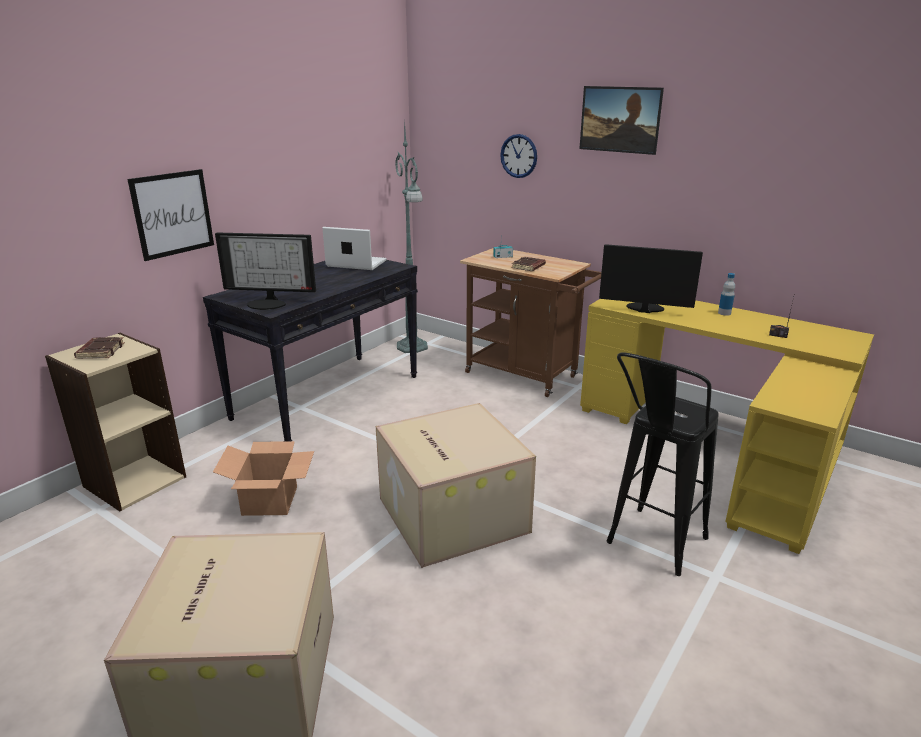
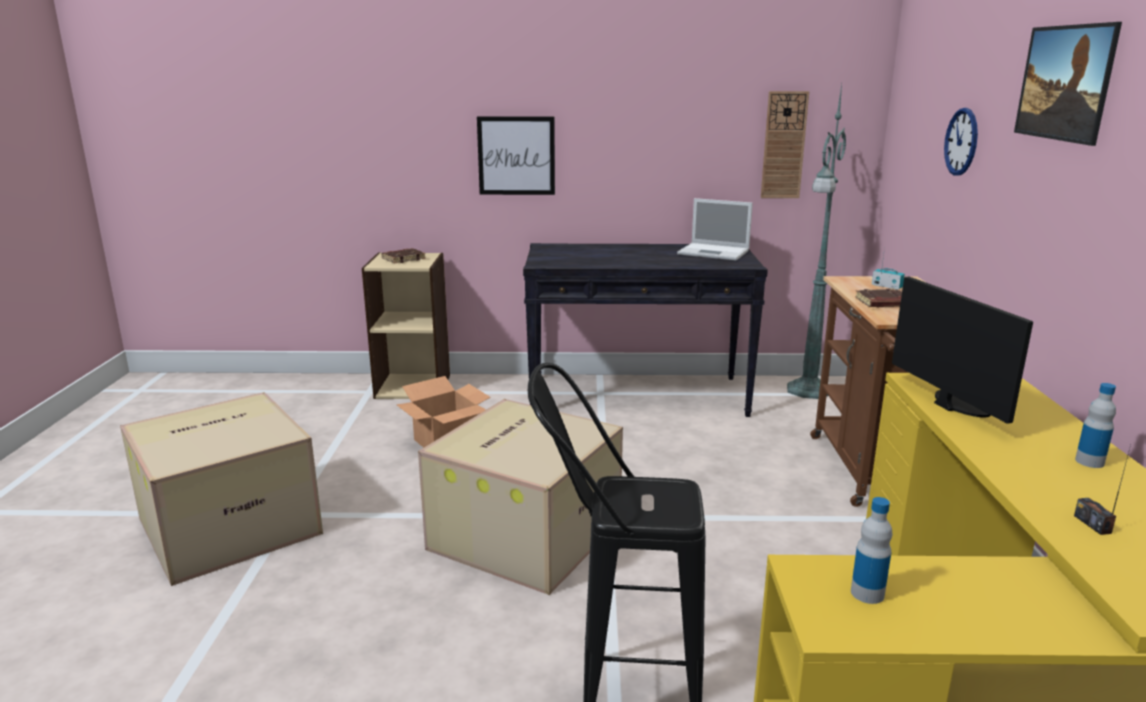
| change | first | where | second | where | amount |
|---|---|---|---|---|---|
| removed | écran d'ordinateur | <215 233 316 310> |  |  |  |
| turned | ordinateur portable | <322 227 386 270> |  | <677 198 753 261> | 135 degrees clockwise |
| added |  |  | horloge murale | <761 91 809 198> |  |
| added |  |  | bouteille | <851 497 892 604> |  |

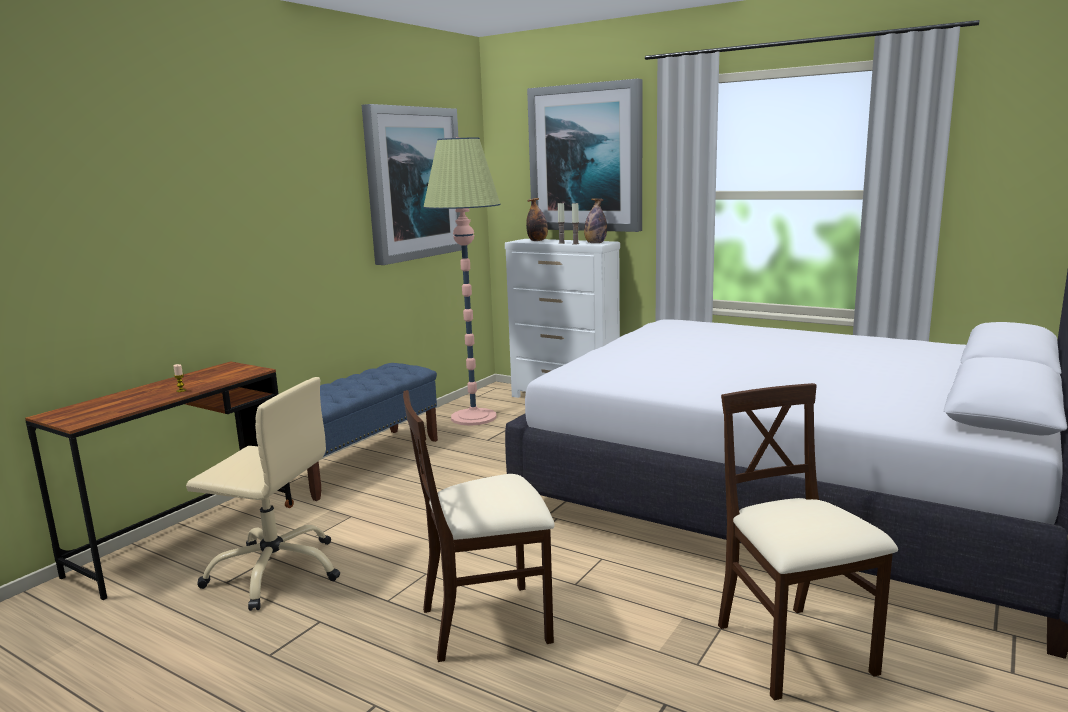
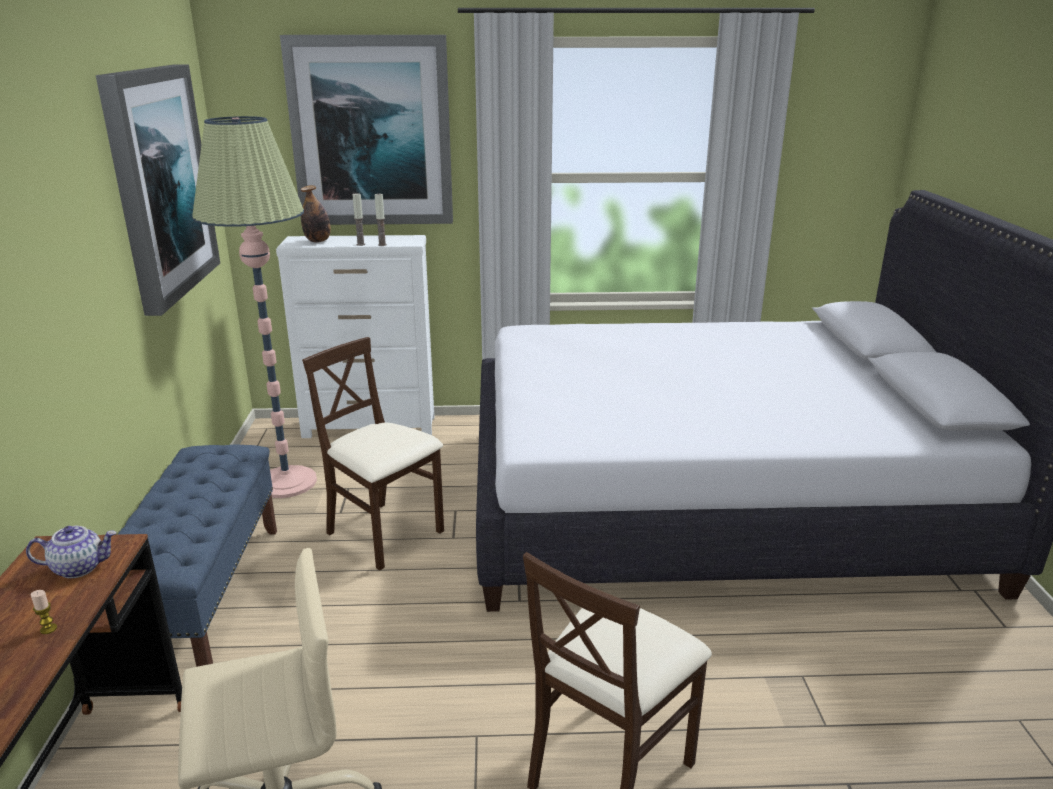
| change | first | where | second | where | amount |
|---|---|---|---|---|---|
| removed | bouteille | <584 198 607 243> |  |  |  |
| moved | chaise/beige | <718 383 898 701> |  | <302 337 444 570> |  |
| added |  |  | théière | <26 526 117 578> |  |

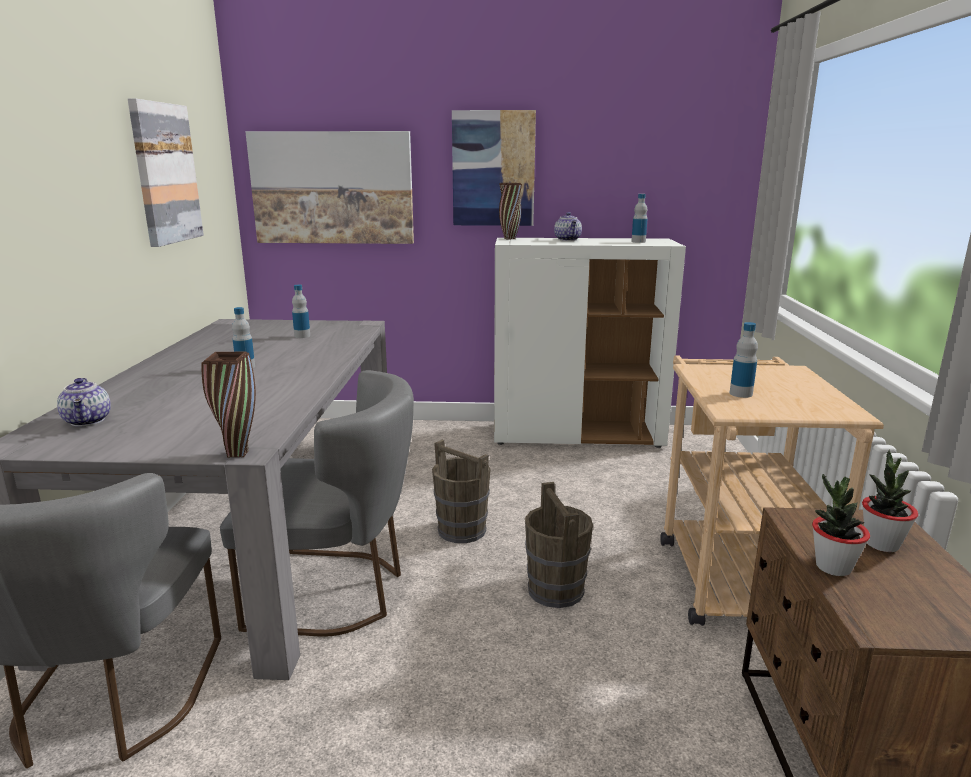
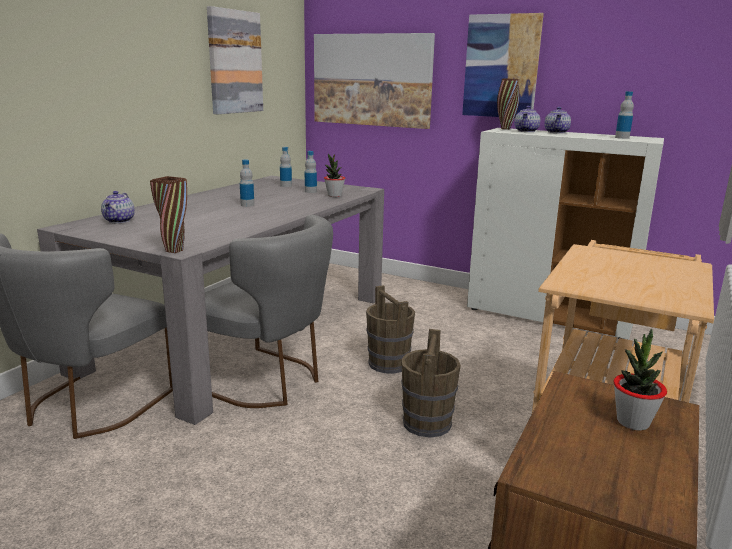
| change | first | where | second | where | amount |
|---|---|---|---|---|---|
| moved | bouteille | <730 322 758 398> |  | <280 147 292 187> |  |
| moved | plante en pot | <812 474 870 576> |  | <324 153 345 197> |  |
| added |  |  | théière | <514 106 540 132> |  |

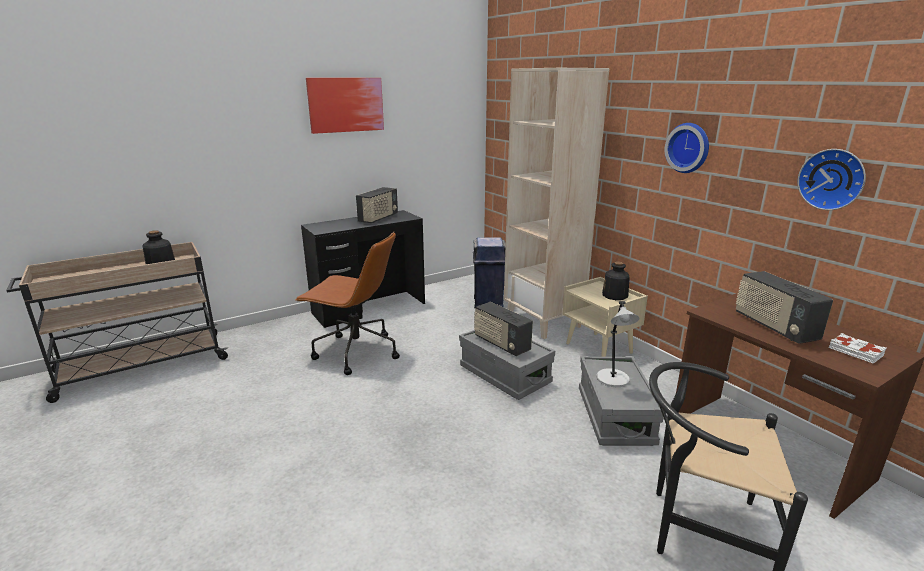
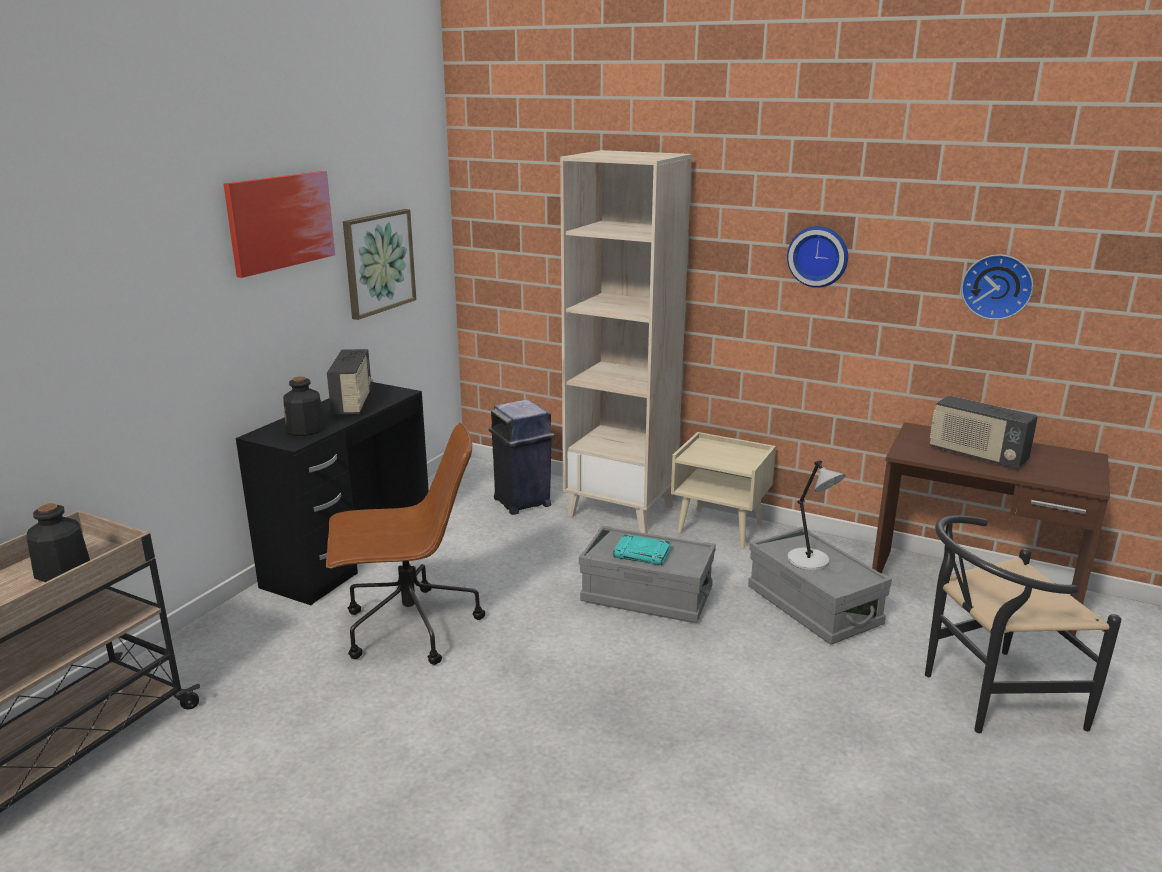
| change | first | where | second | where | amount |
|---|---|---|---|---|---|
| replaced | radio | <474 302 533 356> | livre/turquoise | <613 534 671 565> |  |
| moved | bouteille | <602 261 630 300> |  | <283 376 325 436> |  |
| removed | livre/blanc | <829 333 886 364> |  |  |  |
| added |  |  | tableau | <343 209 416 320> |  |

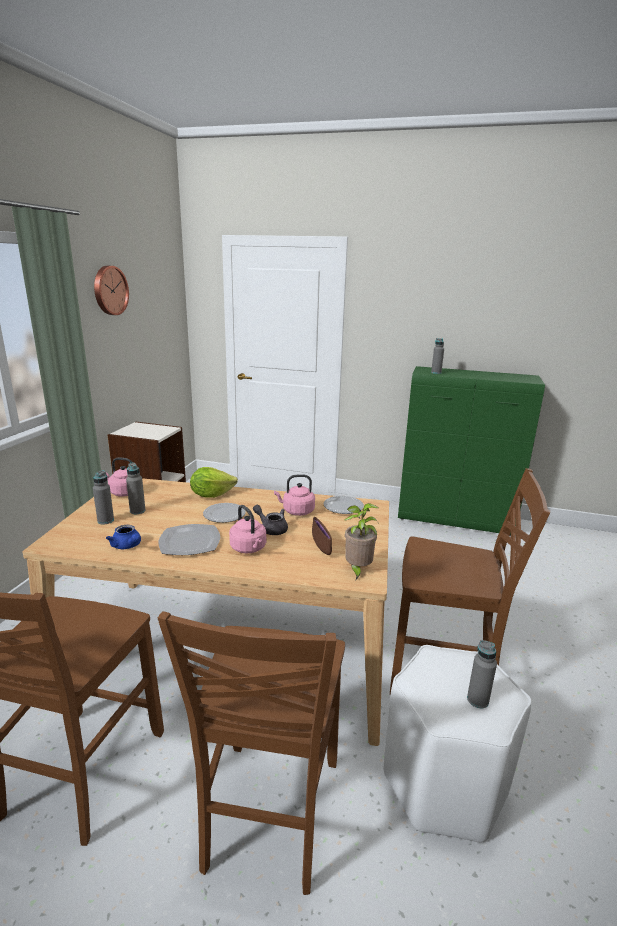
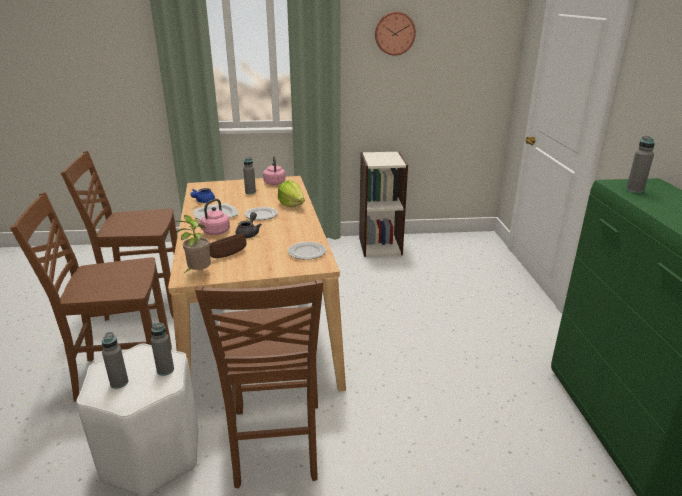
| change | first | where | second | where | amount |
|---|---|---|---|---|---|
| moved | bouteille/gris | <93 471 114 525> |  | <151 323 174 376> |  |
| removed | bouilloire/rose | <274 474 315 516> |  |  |  |

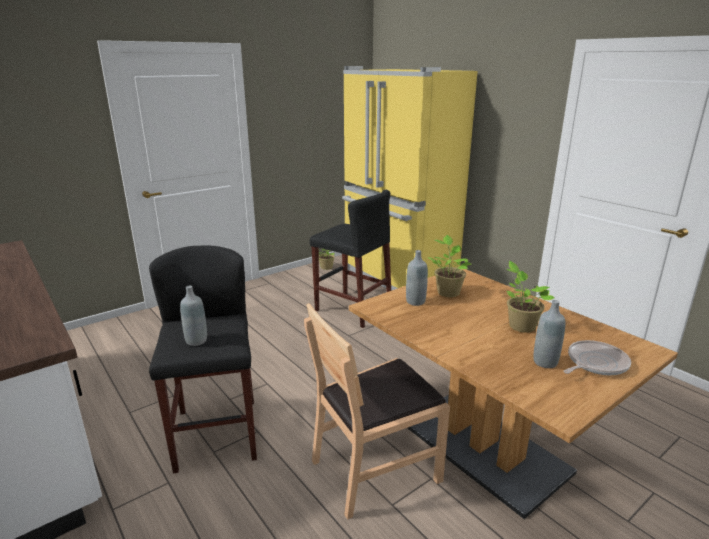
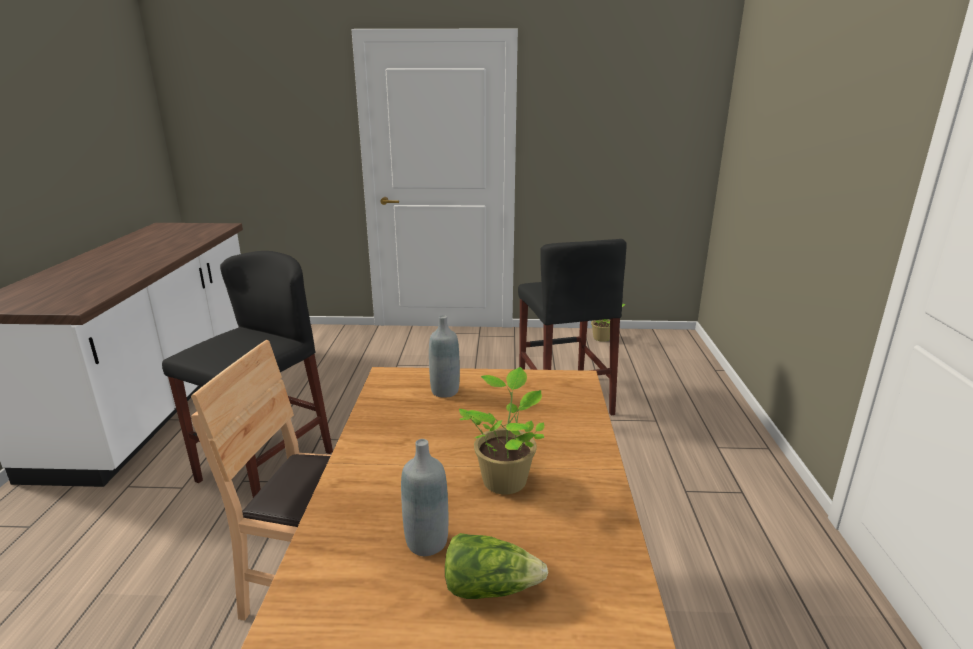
| change | first | where | second | where | amount |
|---|---|---|---|---|---|
| removed | bouteille/gris | <180 286 207 346> |  |  |  |
| removed | réfrigérateur/jaune | <342 66 478 291> |  |  |  |
| removed | plante en pot | <428 235 472 297> |  |  |  |
| replaced | poêle | <564 340 631 375> | laitue | <445 533 548 599> |  |

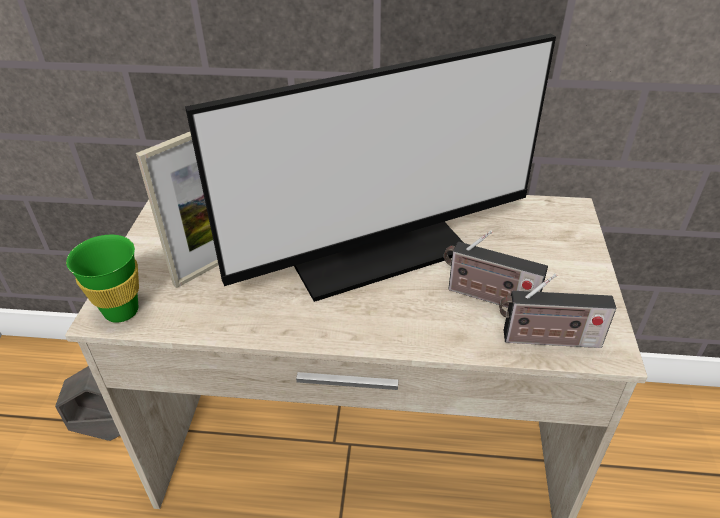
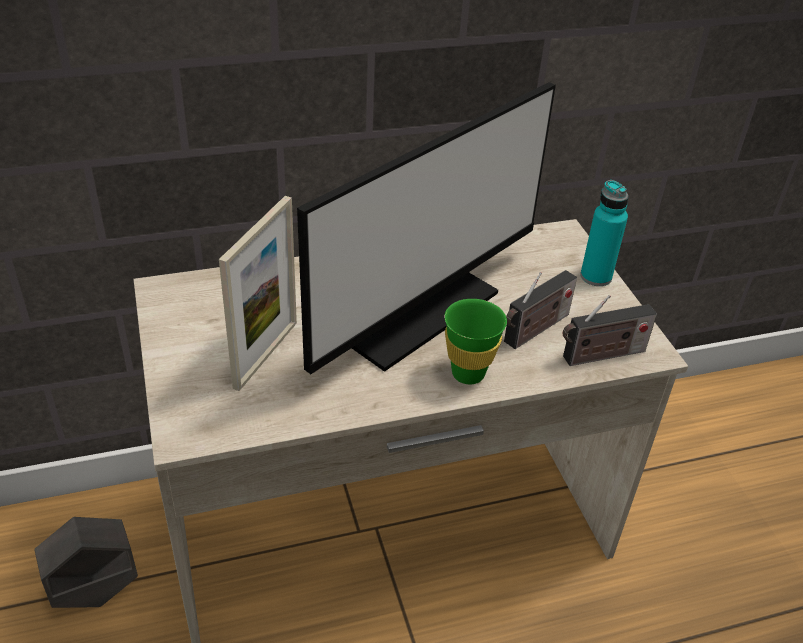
| change | first | where | second | where | amount |
|---|---|---|---|---|---|
| moved | tasse/vert | <66 235 139 323> |  | <445 299 507 384> |  |
| turned | radio | <444 230 548 308> |  | <504 270 577 349> | 45 degrees counterclockwise |
| added |  |  | bouteille/turquoise | <580 180 628 286> |  |

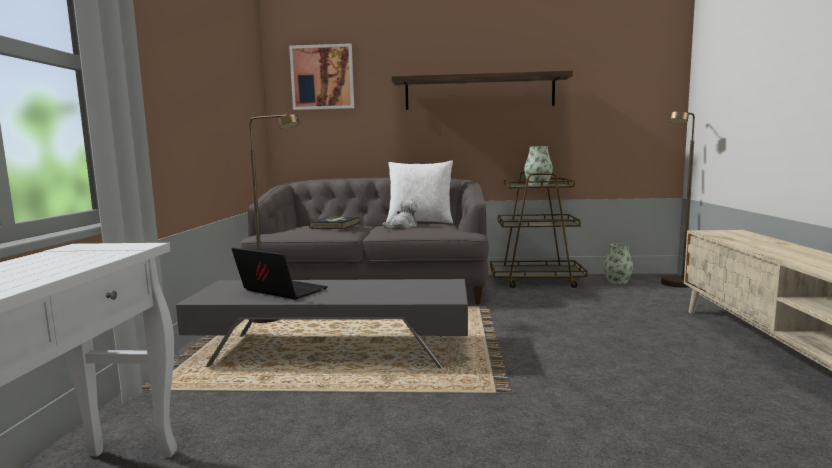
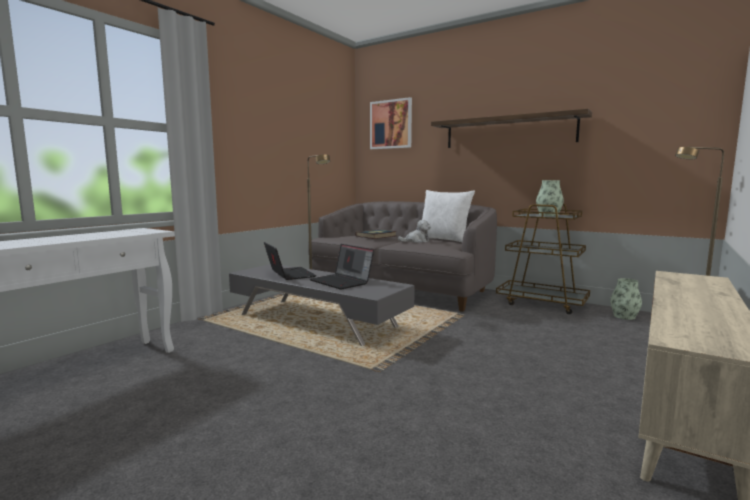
| change | first | where | second | where | amount |
|---|---|---|---|---|---|
| added |  |  | ordinateur portable | <310 244 374 290> |  |

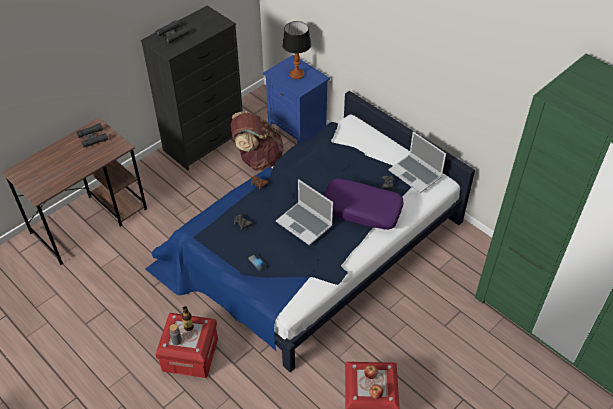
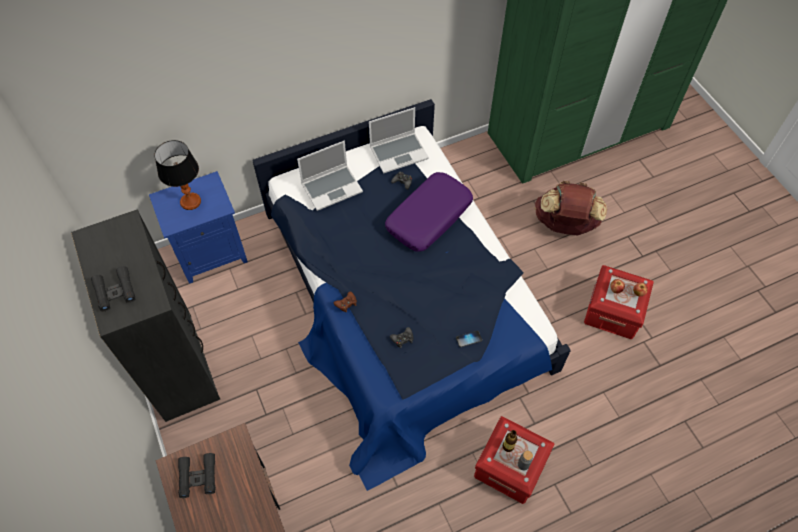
| change | first | where | second | where | amount |
|---|---|---|---|---|---|
| moved | sac à dos/marron | <231 111 284 171> |  | <534 181 607 235> |  |
| moved | ordinateur portable | <276 179 333 245> |  | <297 141 363 211> |  |

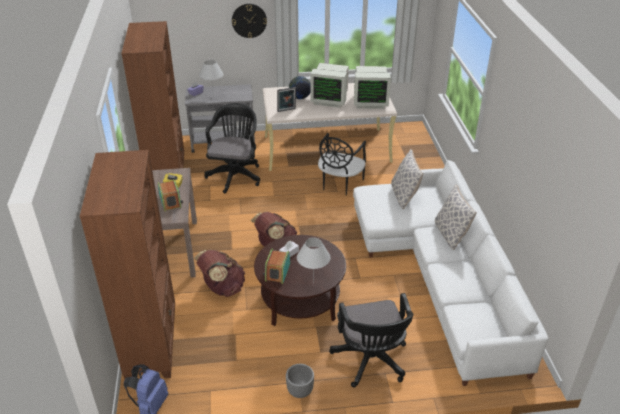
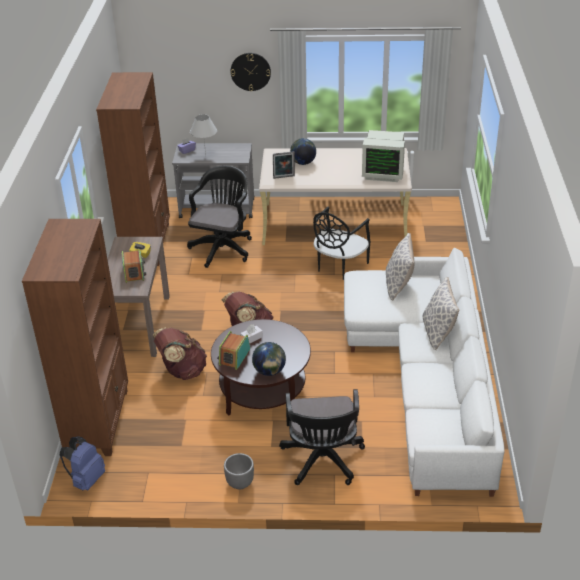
| change | first | where | second | where | amount |
|---|---|---|---|---|---|
| replaced | lampe de table/blanc | <297 238 330 283> | globe | <252 342 286 376> |  |
| removed | écran d'ordinateur | <310 63 349 108> |  |  |  |

